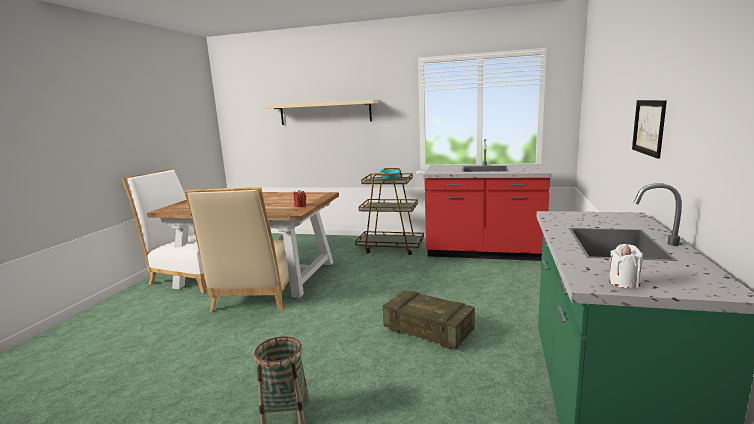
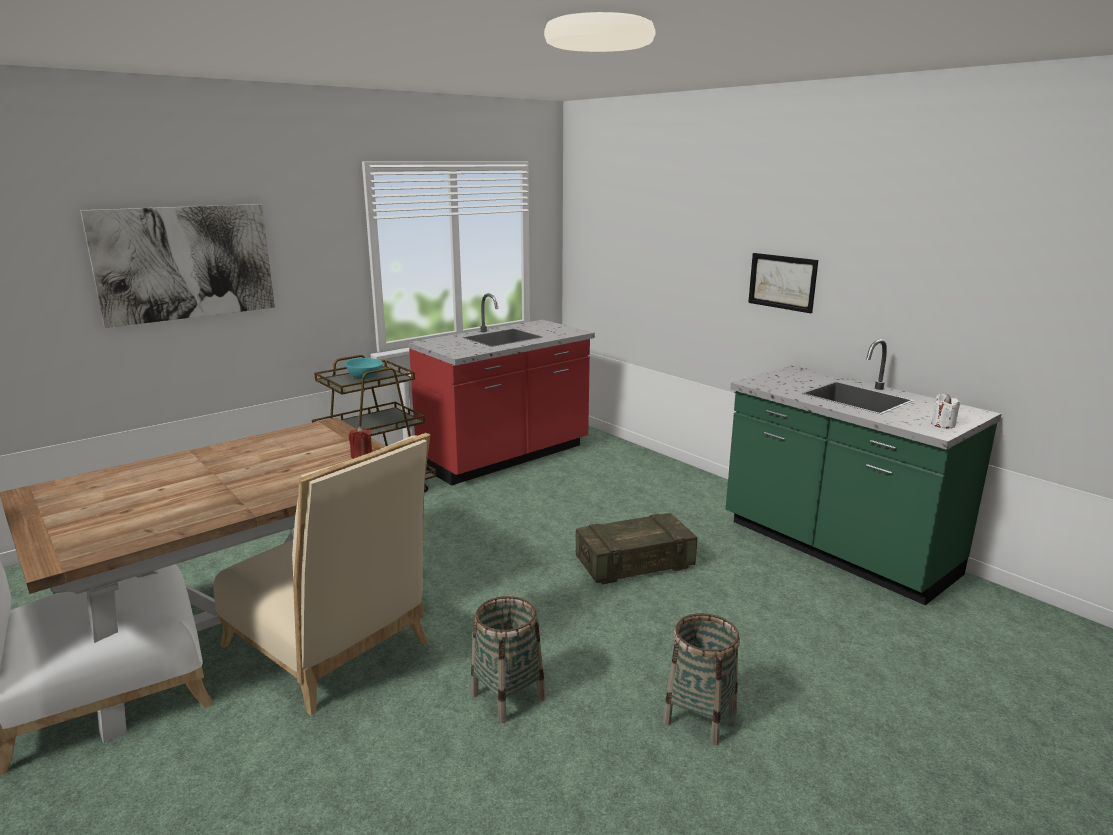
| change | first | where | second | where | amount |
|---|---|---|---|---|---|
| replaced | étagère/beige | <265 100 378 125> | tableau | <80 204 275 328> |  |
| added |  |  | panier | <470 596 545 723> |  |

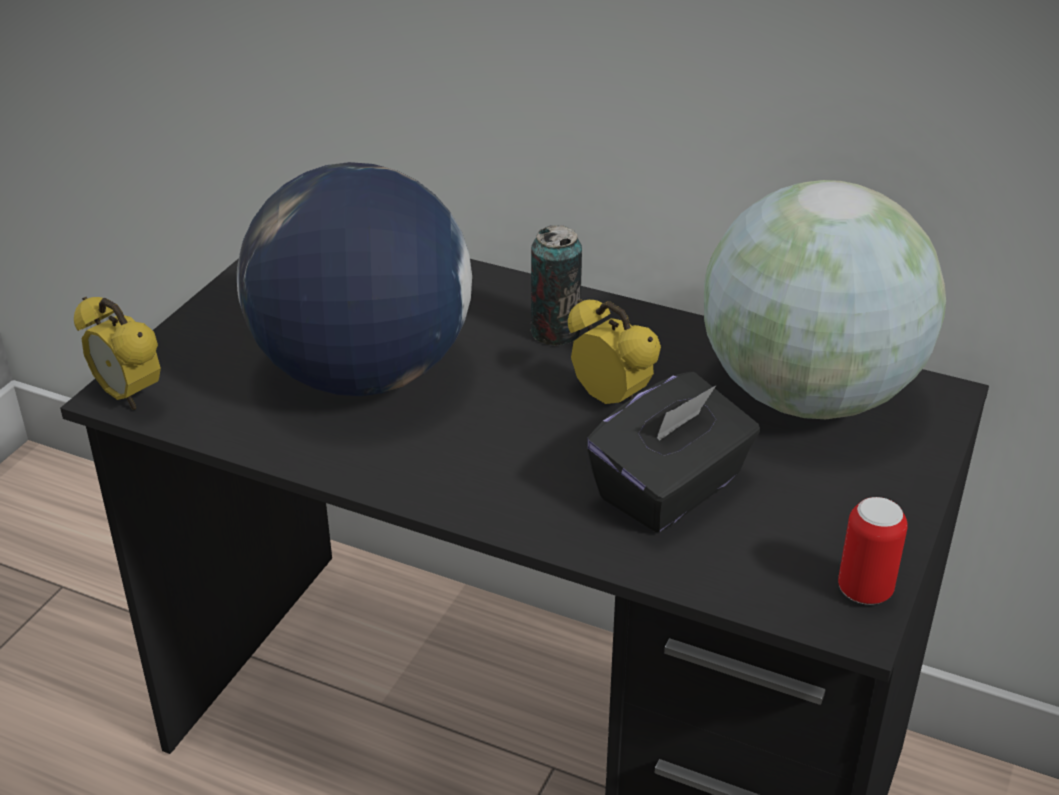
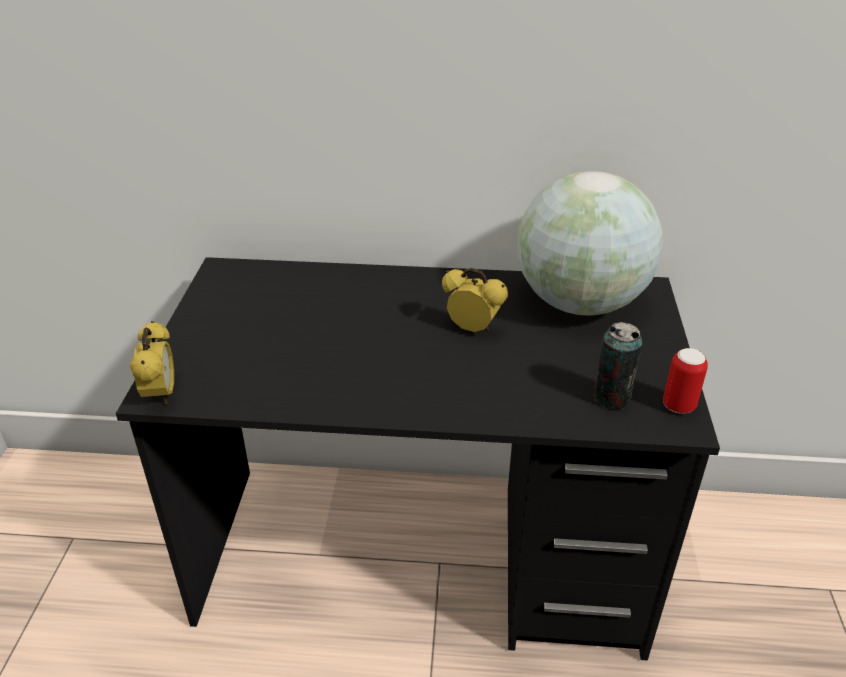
| change | first | where | second | where | amount |
|---|---|---|---|---|---|
| turned | réveil | <74 297 161 410> |  | <130 321 174 405> | 120 degrees counterclockwise |
| removed | globe | <237 162 472 396> |  |  |  |
| moved | boîte métallique | <530 225 582 345> |  | <593 322 643 409> |  |
| removed | boîte à mouchoirs/noir | <586 372 760 532> |  |  |  |

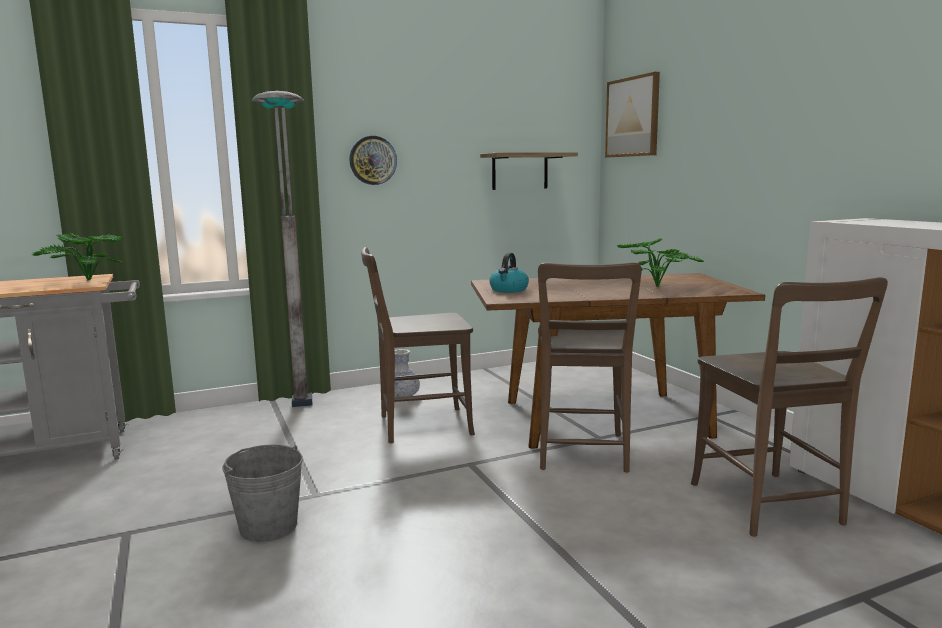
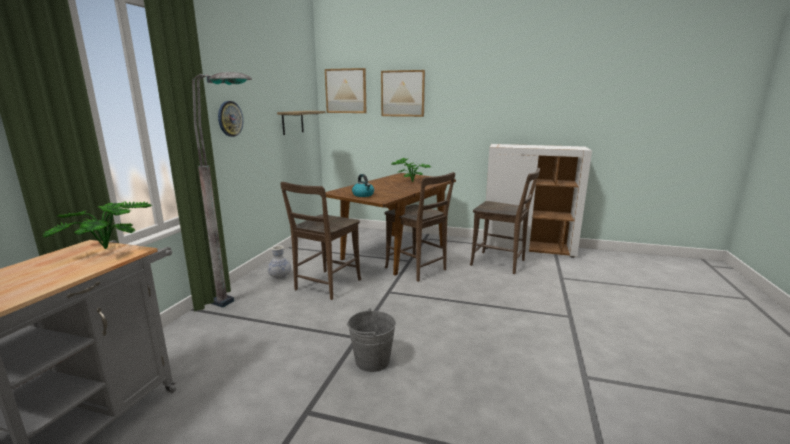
| change | first | where | second | where | amount |
|---|---|---|---|---|---|
| added |  |  | tableau | <381 70 425 117> |  |

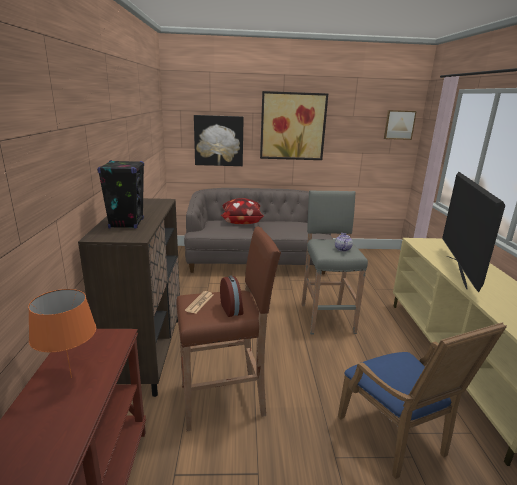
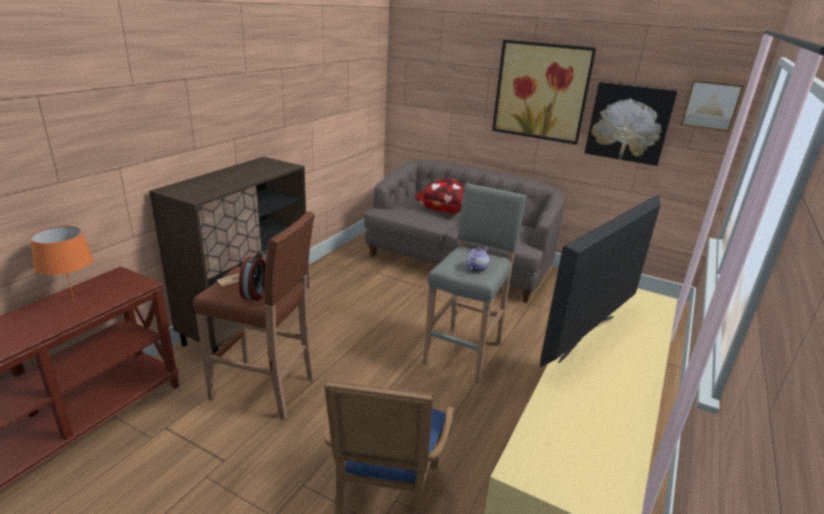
| change | first | where | second | where | amount |
|---|---|---|---|---|---|
| removed | enceinte/noir | <97 160 144 228> |  |  |  |
| moved | tableau | <194 115 244 166> |  | <585 82 678 166> |  |

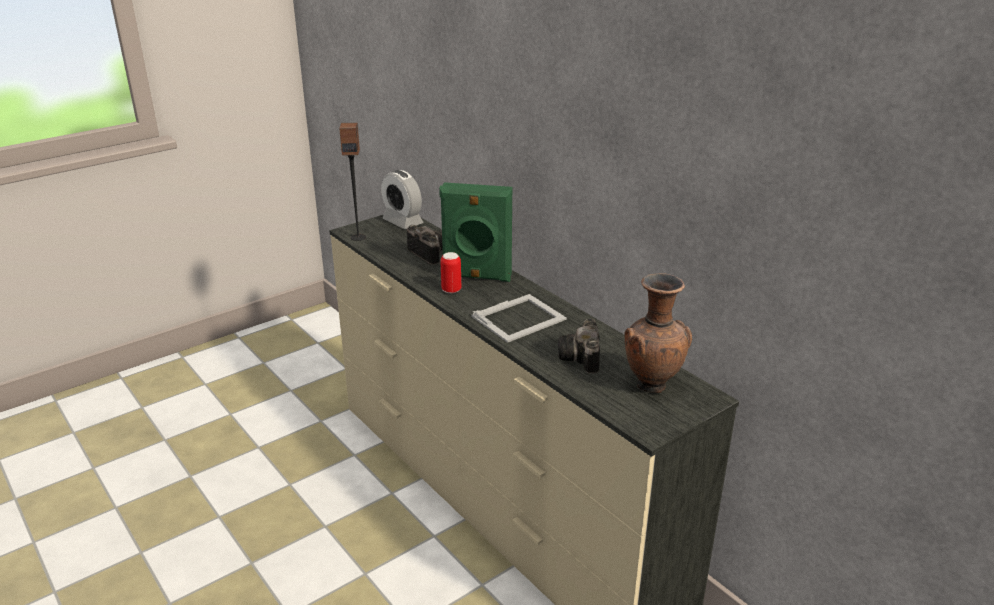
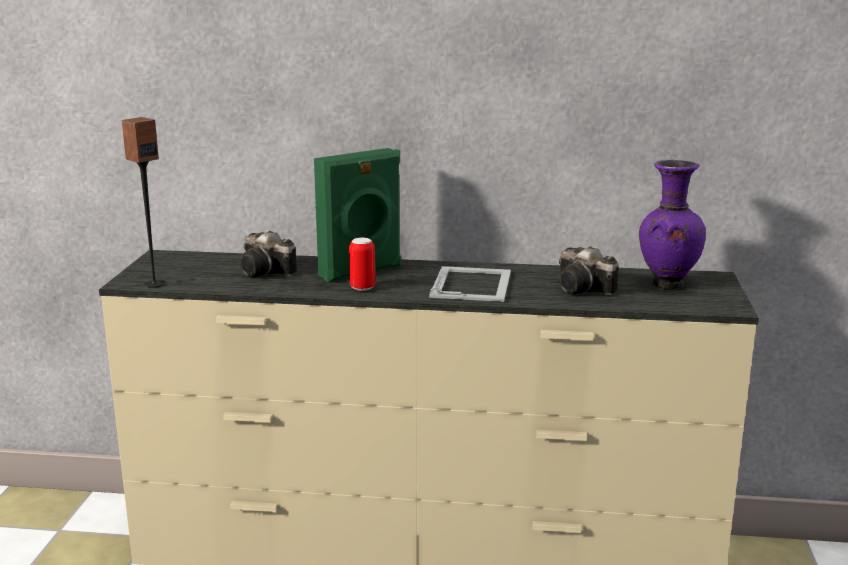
| change | first | where | second | where | amount |
|---|---|---|---|---|---|
| removed | réveil | <381 170 423 229> |  |  |  |
| turned | appareil photo | <407 225 443 265> |  | <240 231 297 277> | 150 degrees counterclockwise |
| recoloured | vase/marron | <624 273 692 393> | vase/violet | <639 160 706 289> |  |

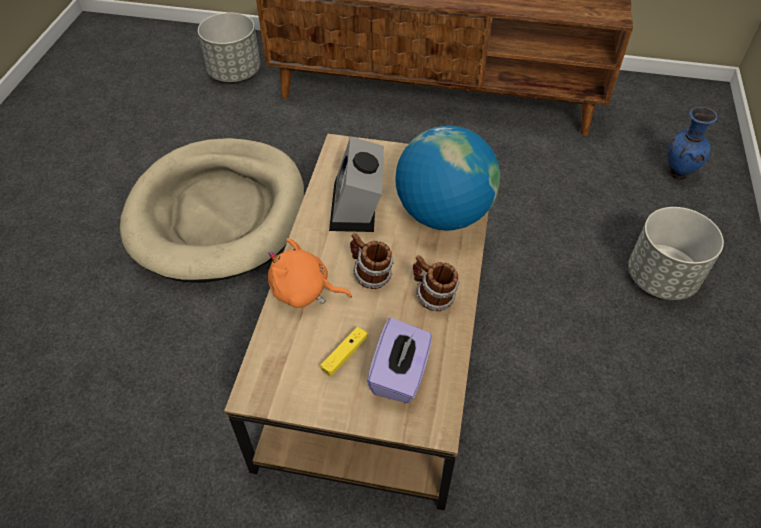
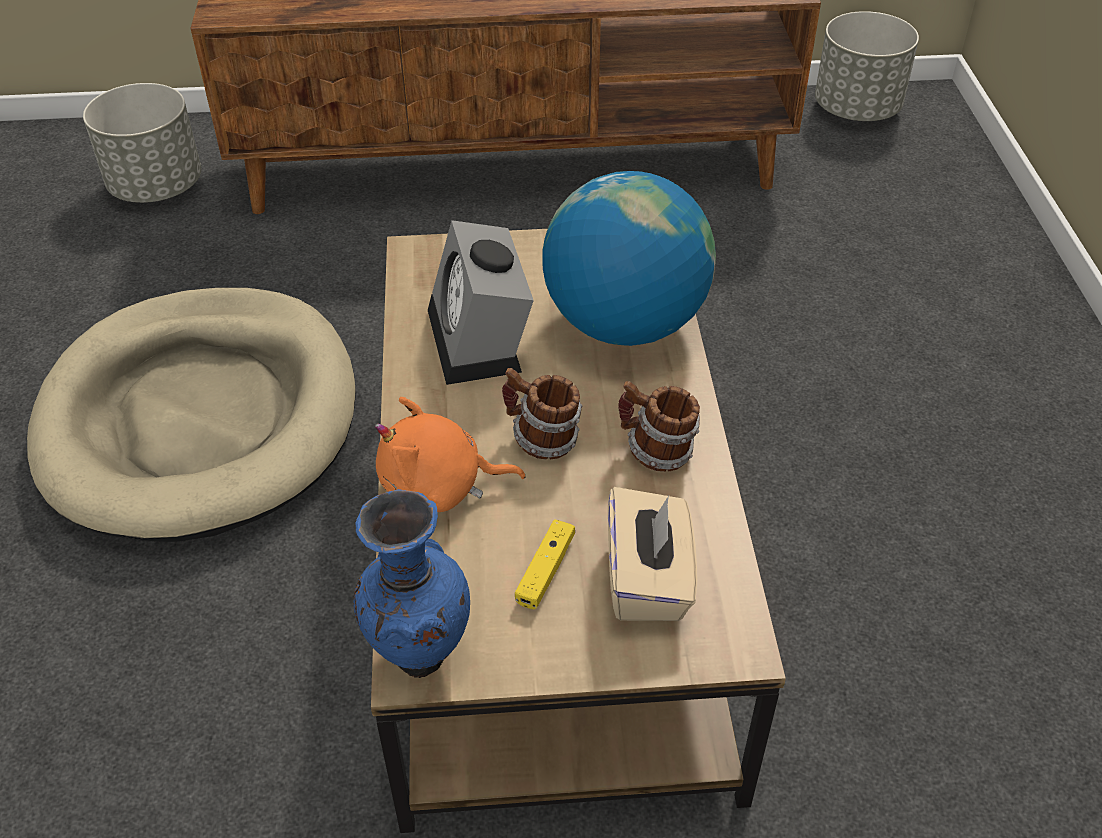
| change | first | where | second | where | amount |
|---|---|---|---|---|---|
| recoloured | boîte à mouchoirs/violet | <367 318 432 403> | boîte à mouchoirs/beige | <608 487 697 621> |  |
| moved | cache-pot/gris | <628 207 724 300> |  | <815 11 919 121> |  |
| moved | vase/bleu | <667 107 717 180> |  | <354 489 470 678> |  |

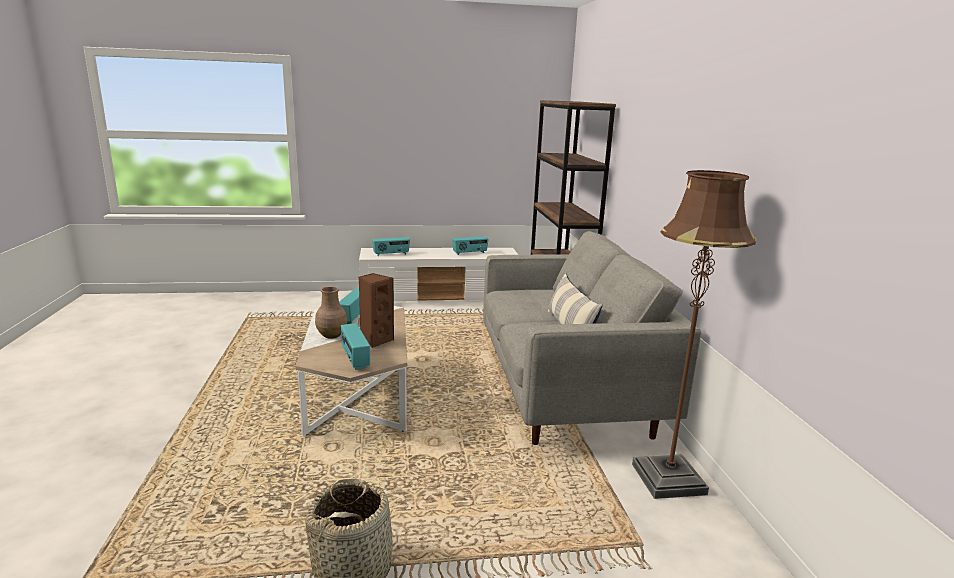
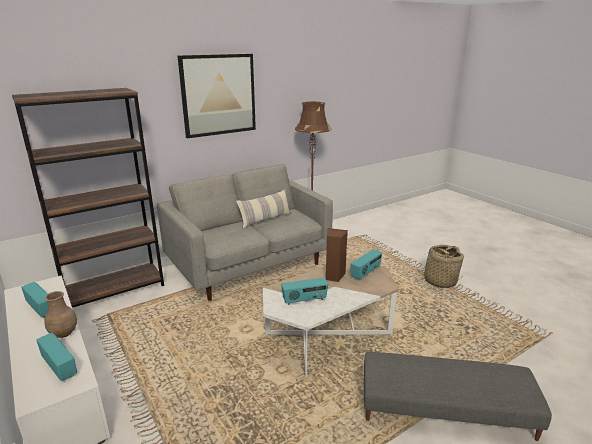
| change | first | where | second | where | amount |
|---|---|---|---|---|---|
| moved | vase/marron | <315 286 347 339> |  | <44 291 77 338> |  |
| added |  |  | tableau | <178 54 256 138> |  |
| added |  |  | pouf/gris | <364 352 552 441> |  |

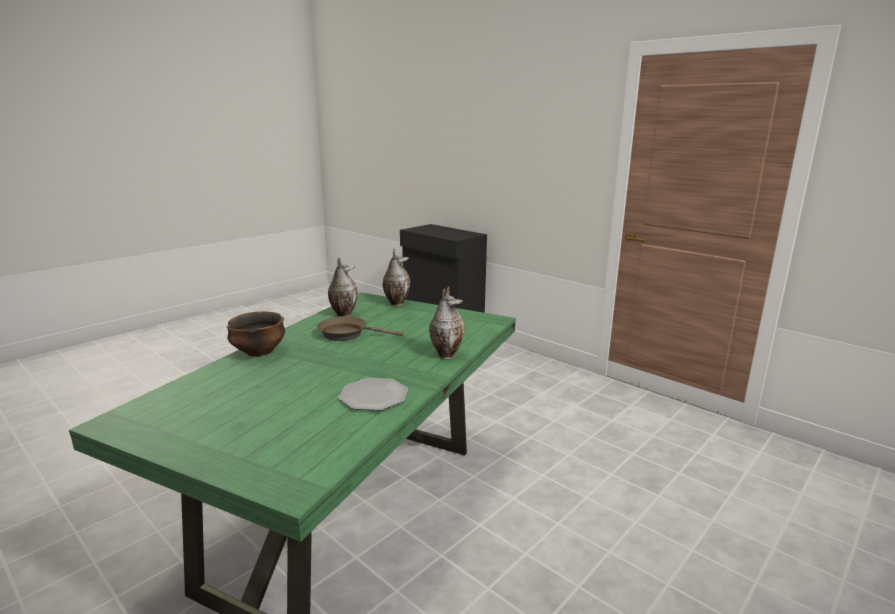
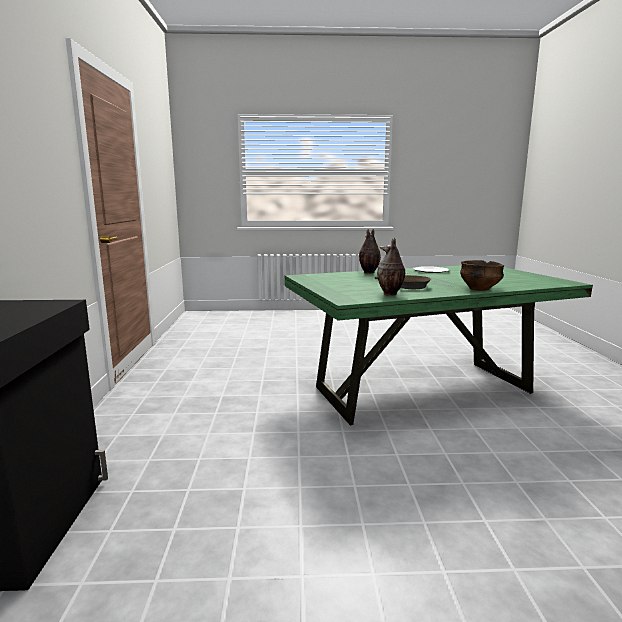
| change | first | where | second | where | amount |
|---|---|---|---|---|---|
| removed | vase | <383 249 410 306> |  |  |  |

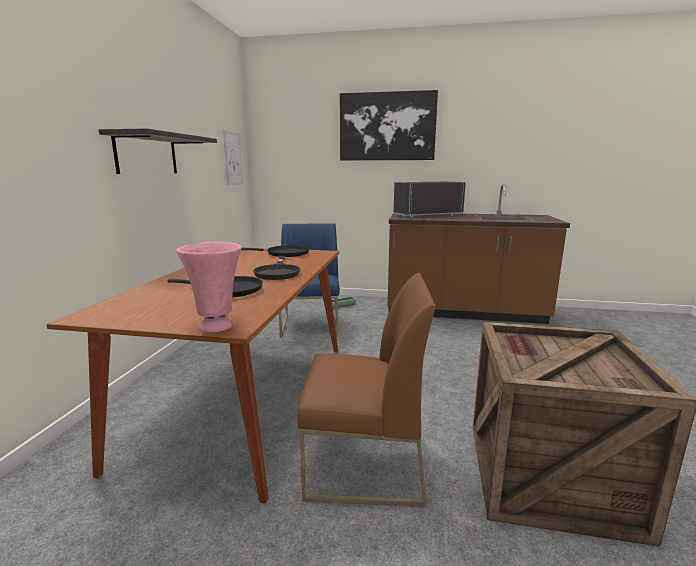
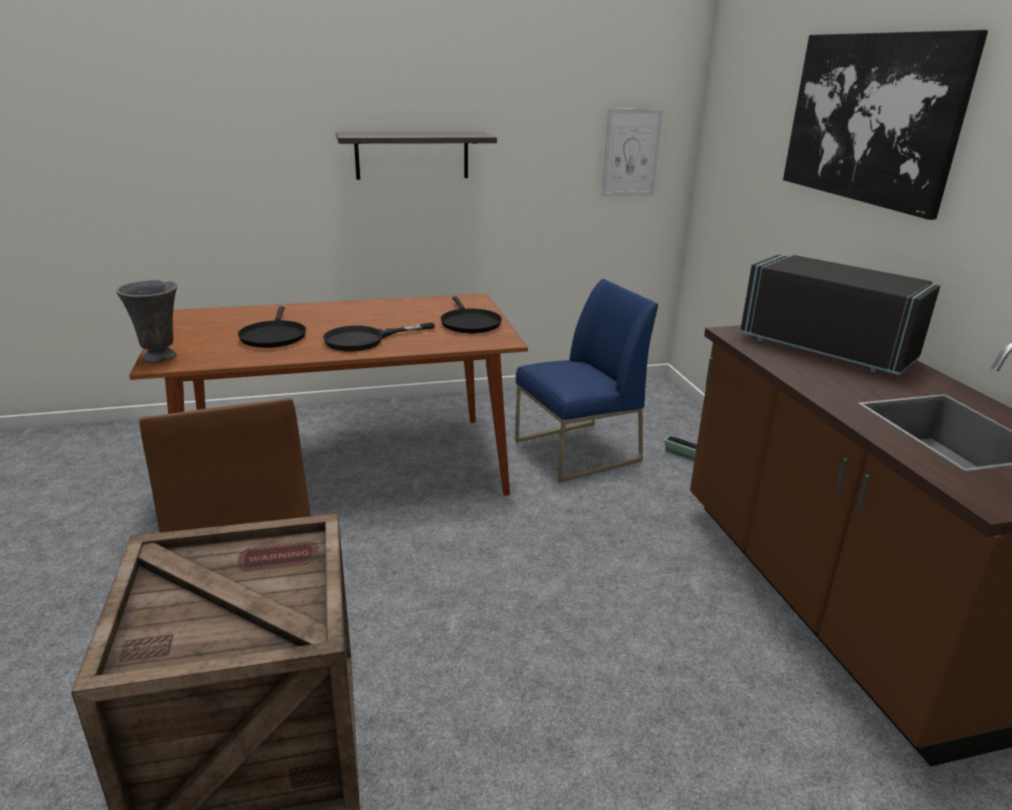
| change | first | where | second | where | amount |
|---|---|---|---|---|---|
| recoloured | vase/rose | <176 242 242 333> | vase/gris | <116 280 177 363> |  |

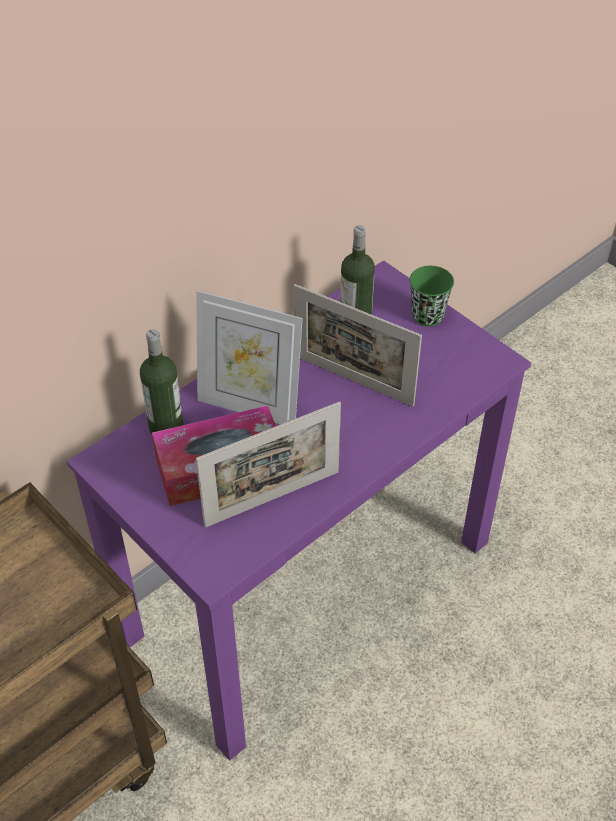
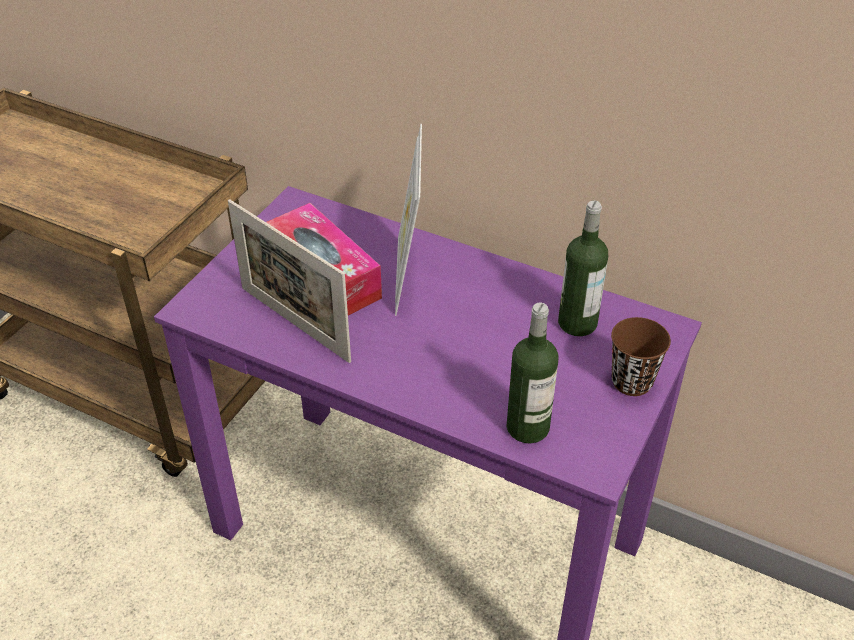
| change | first | where | second | where | amount |
|---|---|---|---|---|---|
| moved | bouteille | <140 329 184 434> |  | <506 303 559 443> |  |
| removed | cadre photo | <294 284 422 407> |  |  |  |
| recoloured | tasse/vert | <409 266 454 327> | tasse/marron | <611 317 671 396> |  |

